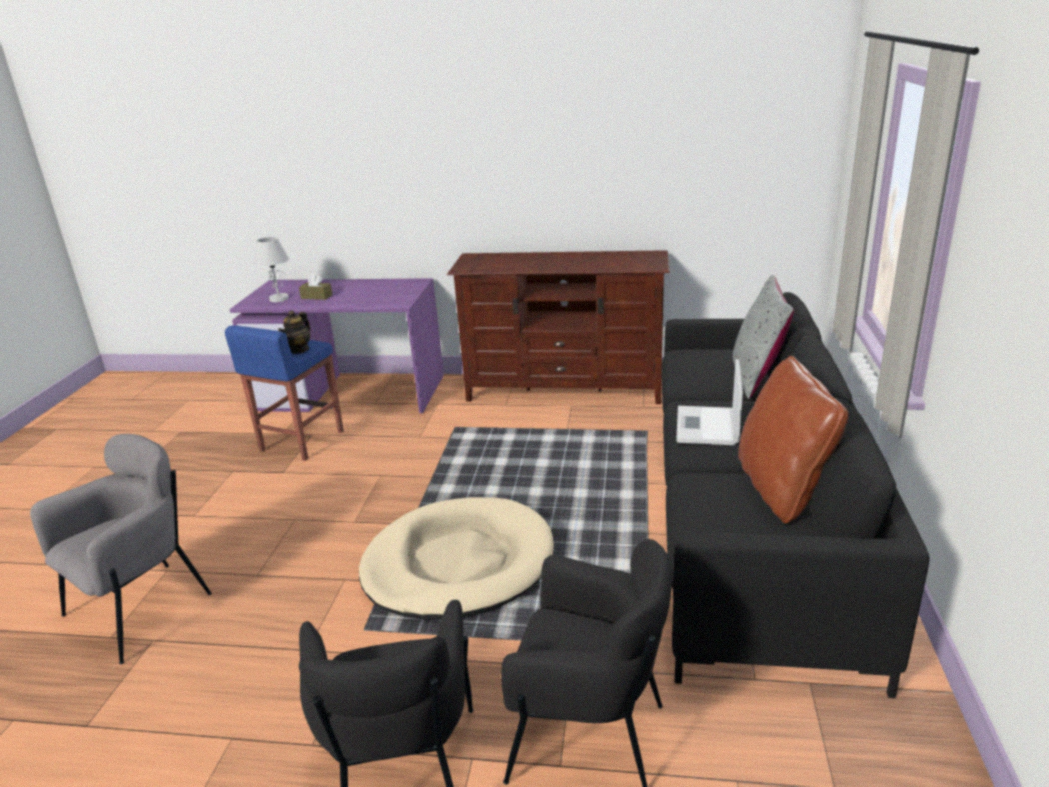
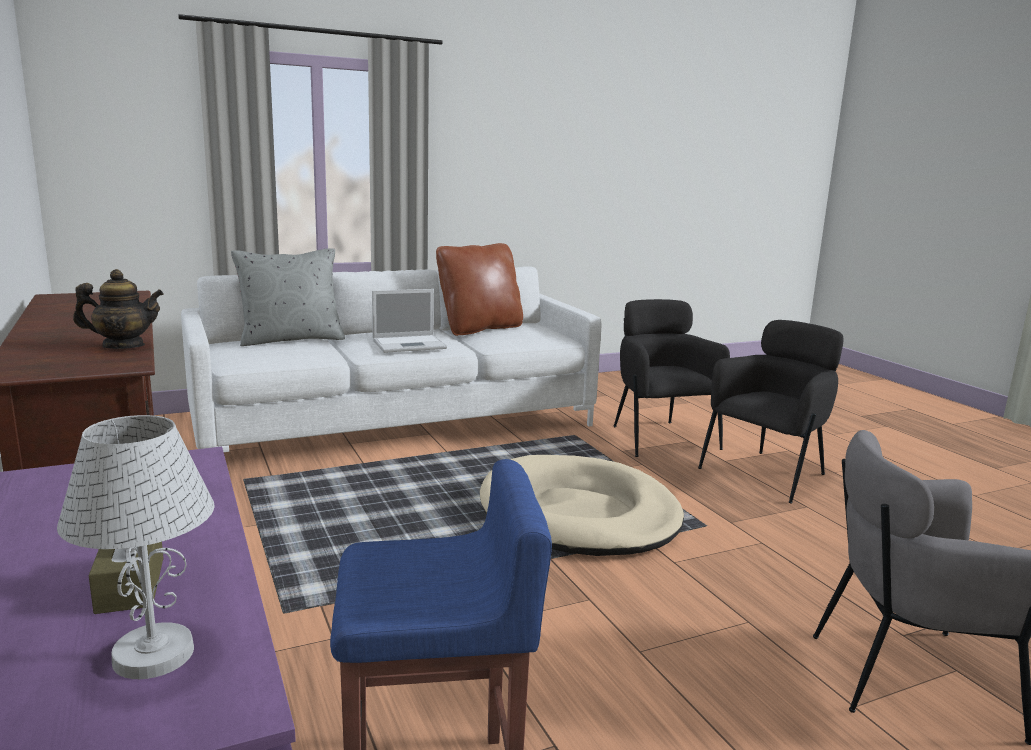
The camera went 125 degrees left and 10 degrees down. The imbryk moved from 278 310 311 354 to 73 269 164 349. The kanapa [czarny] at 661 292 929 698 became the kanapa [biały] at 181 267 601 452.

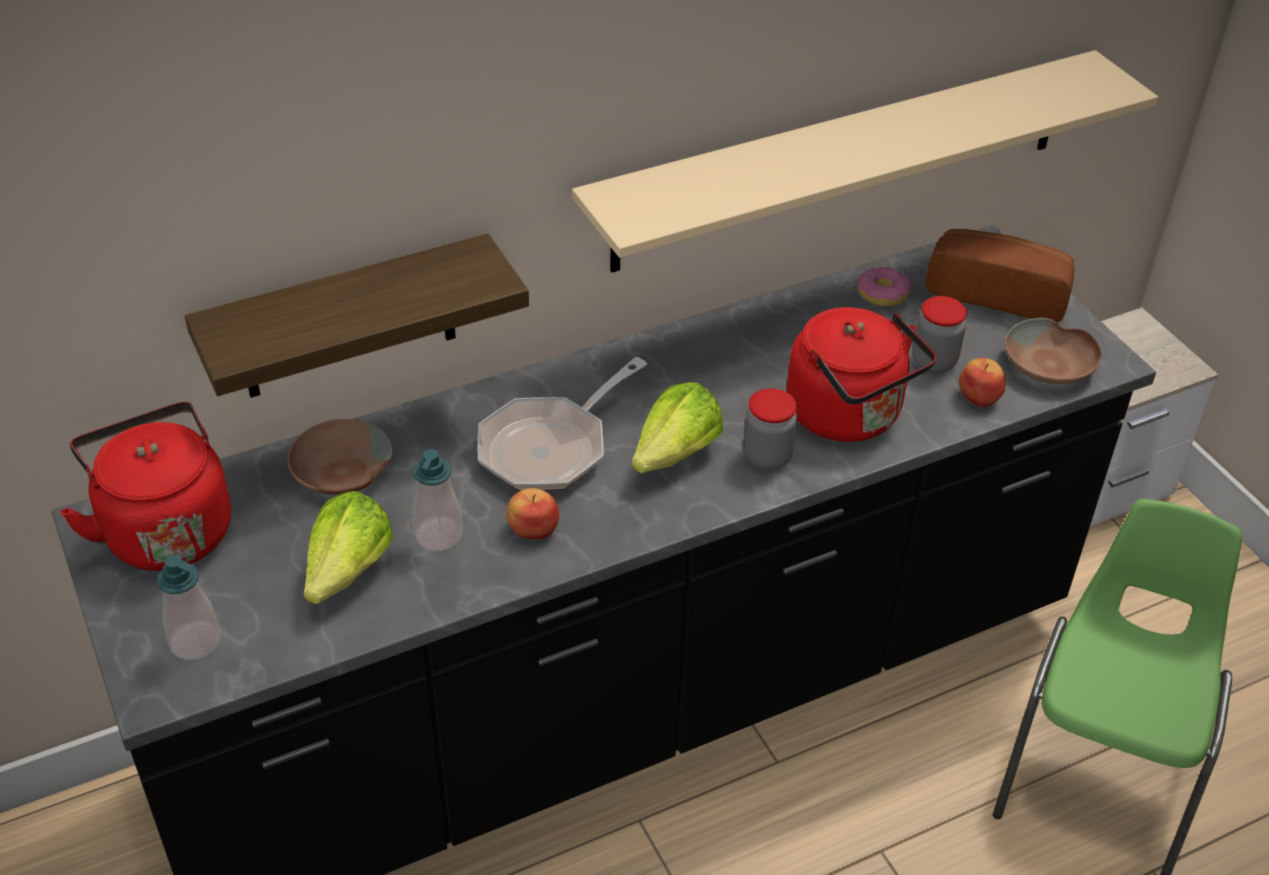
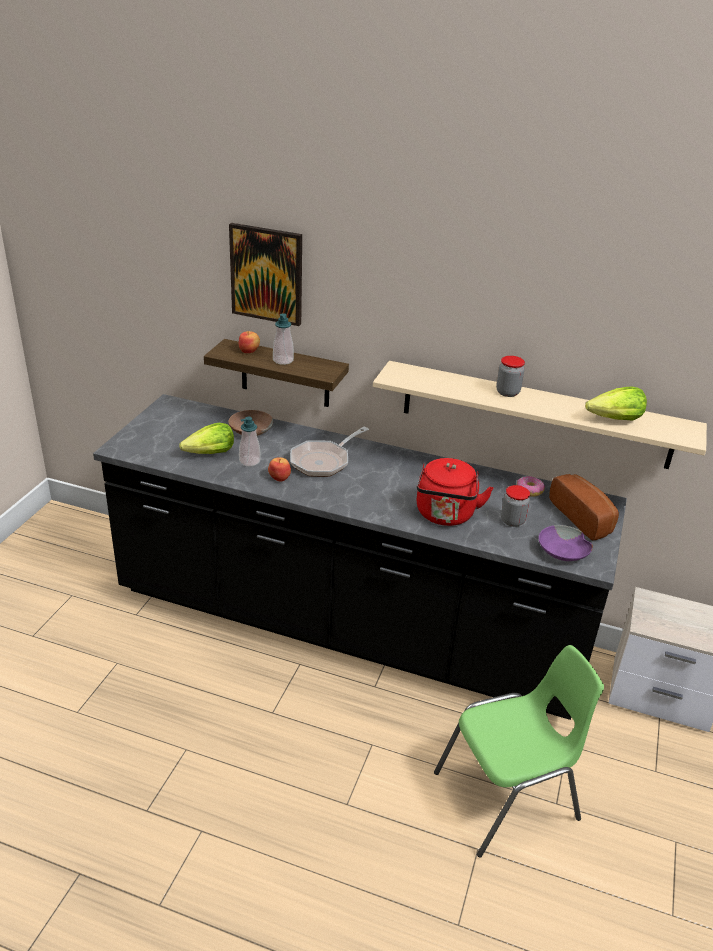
The camera went 45 degrees right and 10 degrees down. The obraz at 229 223 302 326 appeared. The jabłko moved from 959 358 1006 407 to 239 331 260 353. The dozownik mydła moved from 157 555 221 660 to 273 313 294 365. The patelnia at 478 357 647 491 turned 45 degrees counterclockwise. The słoik moved from 743 388 797 470 to 496 356 525 397. The miska [brązowy] at 1005 318 1102 384 became the miska [fioletowy] at 539 525 593 561. The sałata moved from 631 382 723 473 to 585 387 647 420. The czajnik [czerwony] at 60 402 231 571 disappeared.

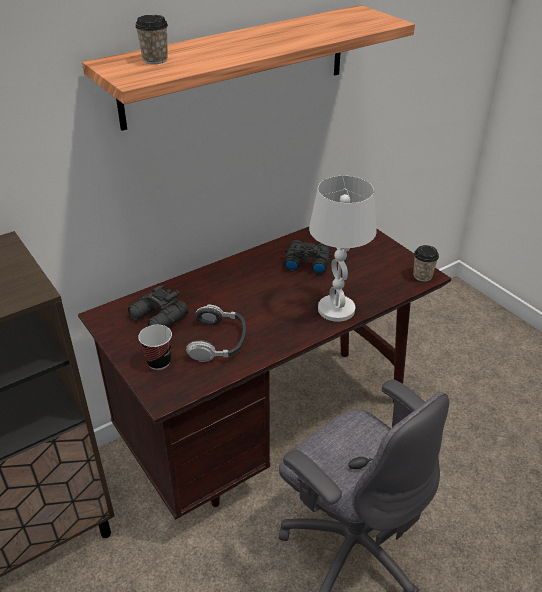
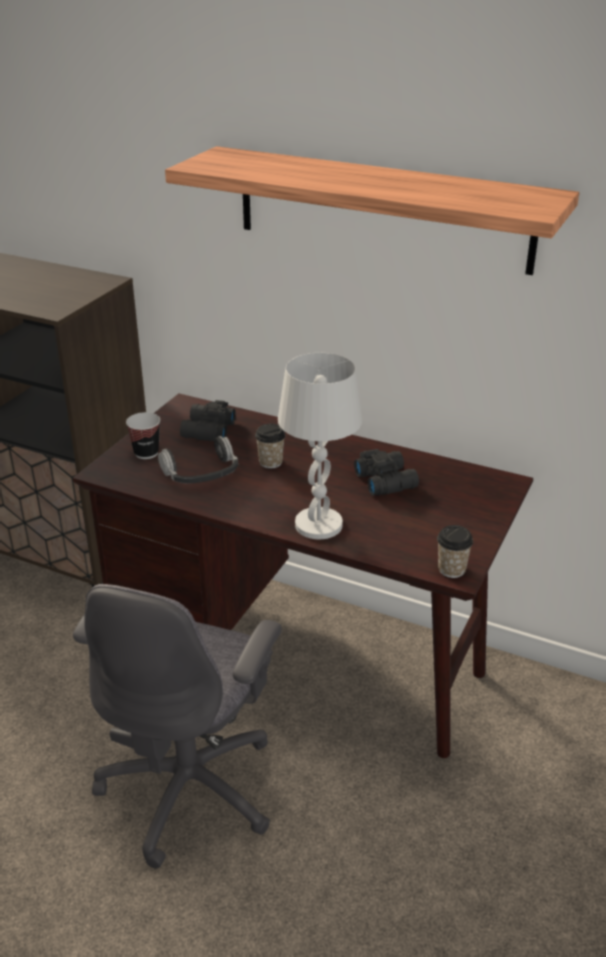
The camera went 60 degrees right and 5 degrees down. The filiżanka moved from 135 15 168 64 to 255 424 286 468.

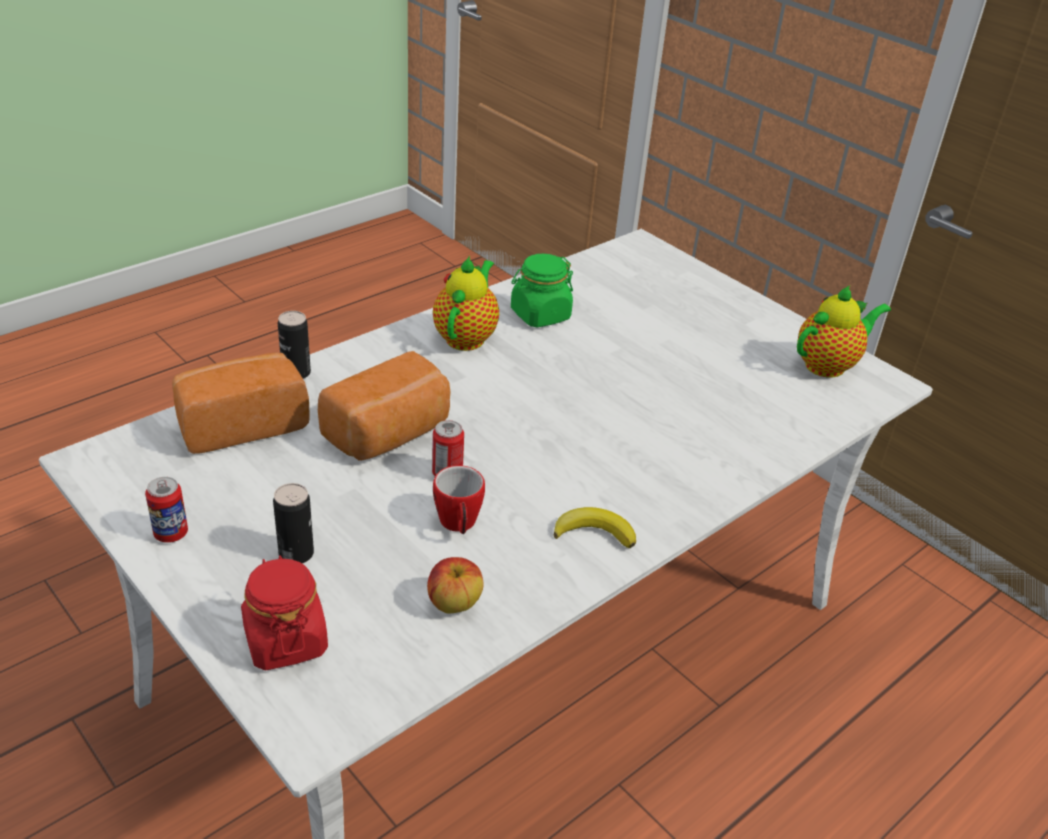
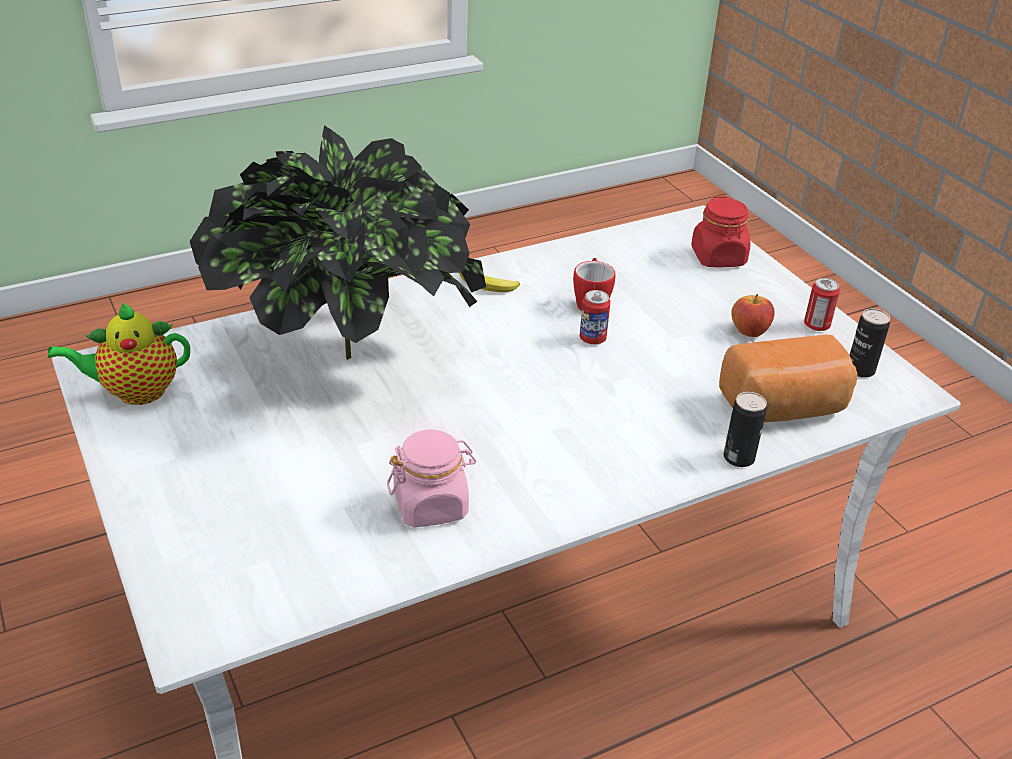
The camera went 165 degrees left and 0 degrees up. The roślina doniczkowa at 190 126 486 360 appeared. The słoik [zielony] at 511 254 573 327 became the słoik [różowy] at 387 429 476 528. The jabłko moved from 427 557 483 613 to 731 294 775 337. The puszka moved from 273 483 314 563 to 850 308 890 378. The chleb at 318 351 450 461 disappeared. The imbryk at 433 256 499 351 disappeared.

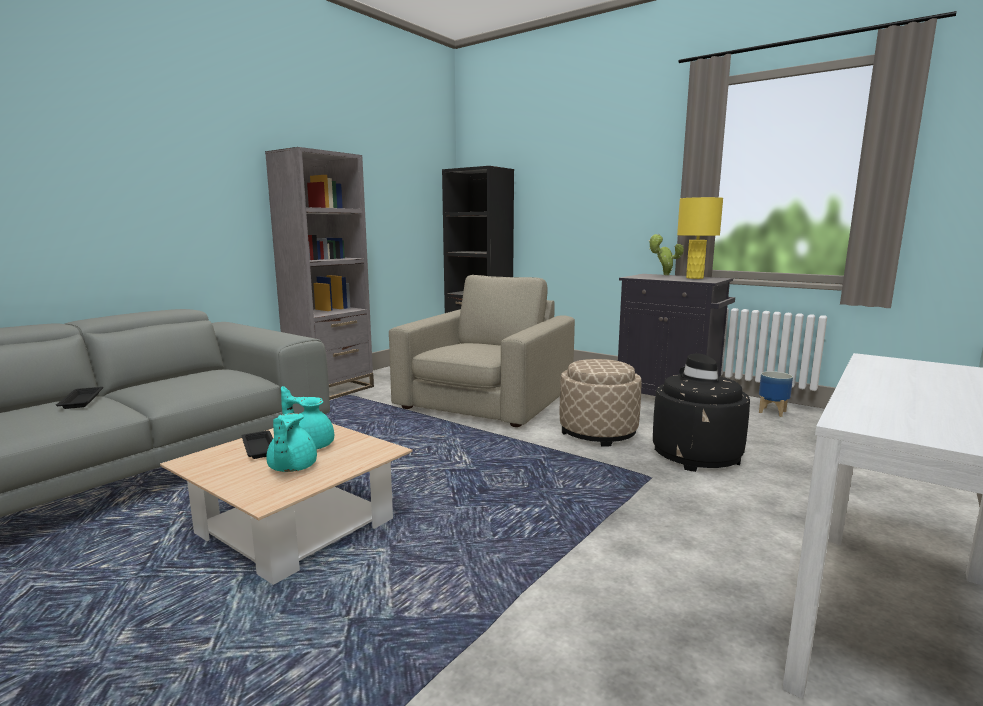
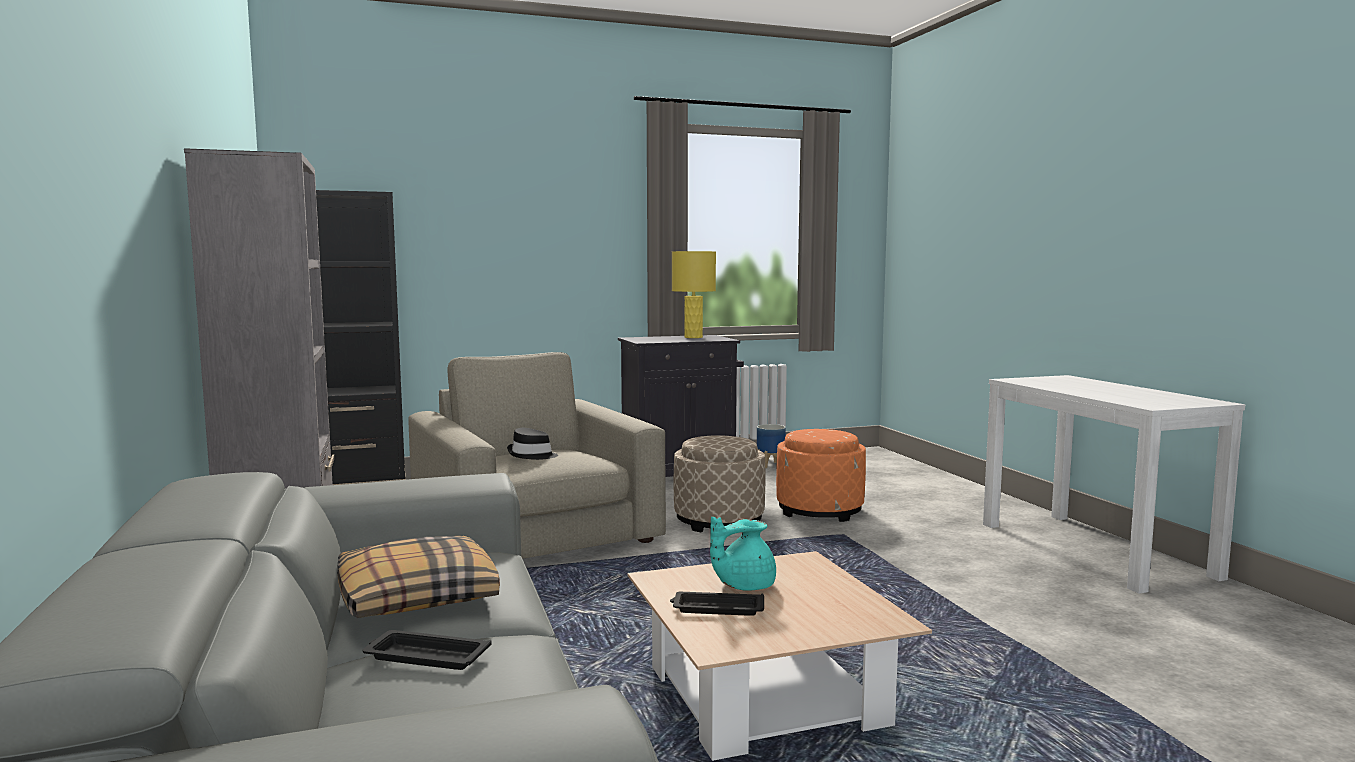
The camera went 55 degrees left and 5 degrees down. The poduszka at 337 536 500 618 appeared. The kapelusz [czarny] moved from 679 354 724 385 to 507 428 558 460. The pufa [czarny] at 653 374 750 472 became the pufa [pomarańczowy] at 776 429 866 522. The imbryk [turkusowy] at 266 413 317 472 disappeared. The roślina doniczkowa at 649 234 684 275 disappeared.

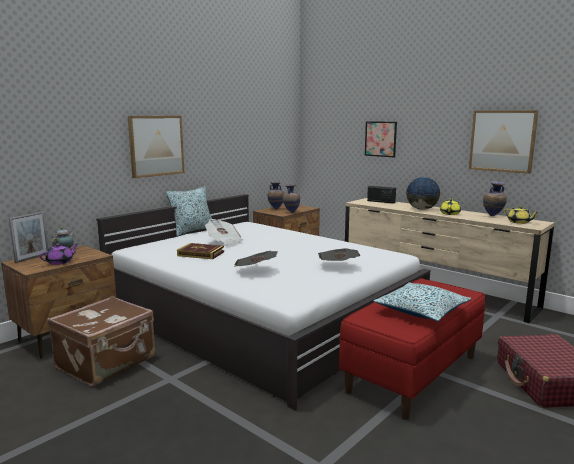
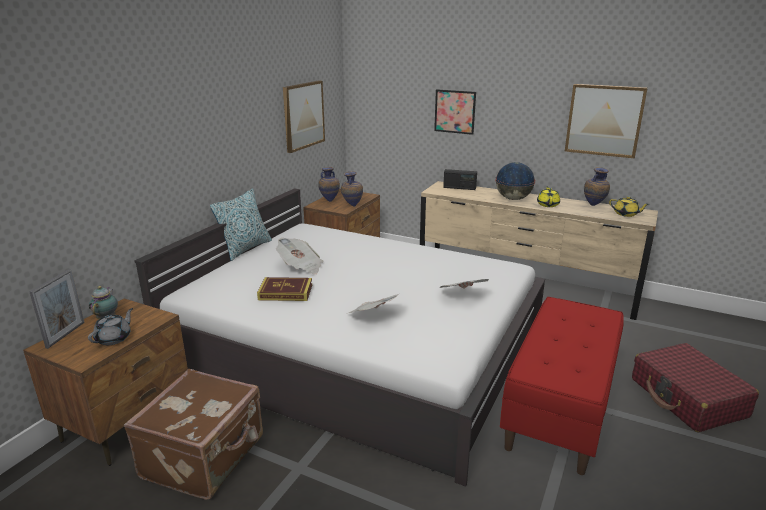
The camera went 15 degrees left and 10 degrees up. The imbryk [fioletowy] at 39 243 79 265 became the imbryk [szary] at 88 308 133 345. The obraz moved from 128 116 184 178 to 283 80 325 153. The poduszka at 374 282 471 322 disappeared.

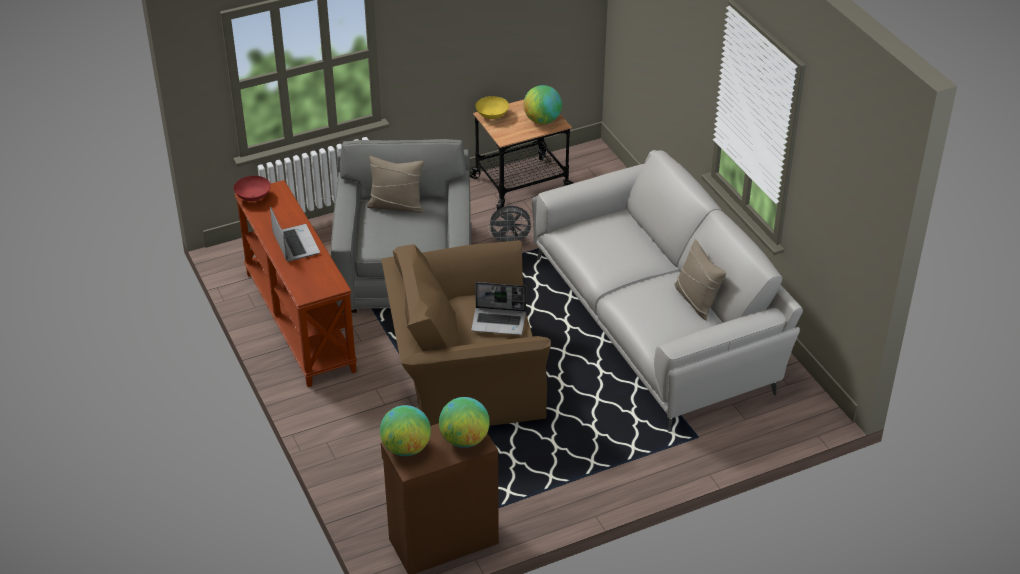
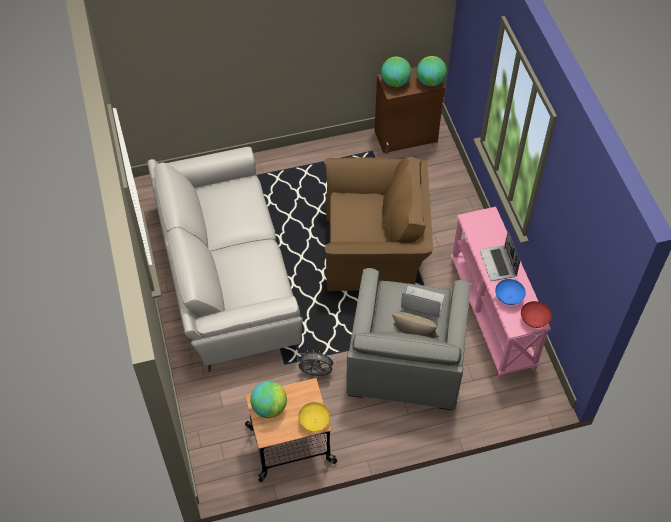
The camera went 170 degrees left and 15 degrees up. The laptop moved from 471 282 526 335 to 401 286 445 317. The stolik konsolowy [brązowy] at 234 180 357 387 became the stolik konsolowy [różowy] at 451 207 551 379. The miska [niebieski] at 495 279 526 305 appeared. The poduszka [beżowy] at 674 239 727 320 disappeared.

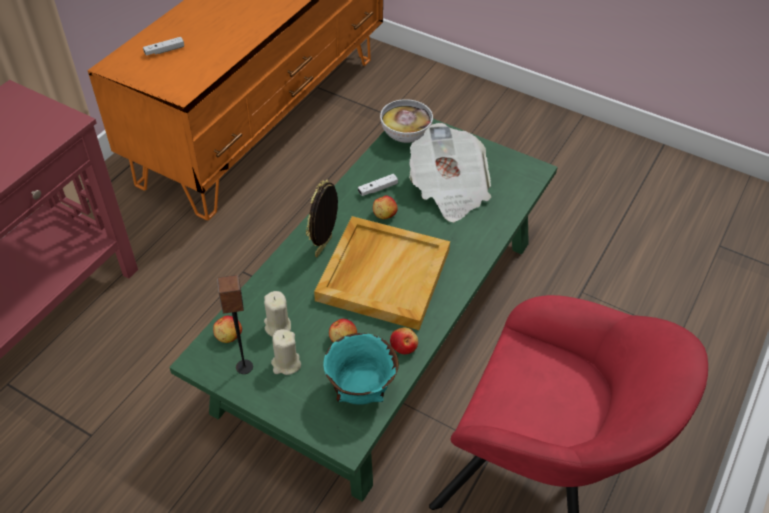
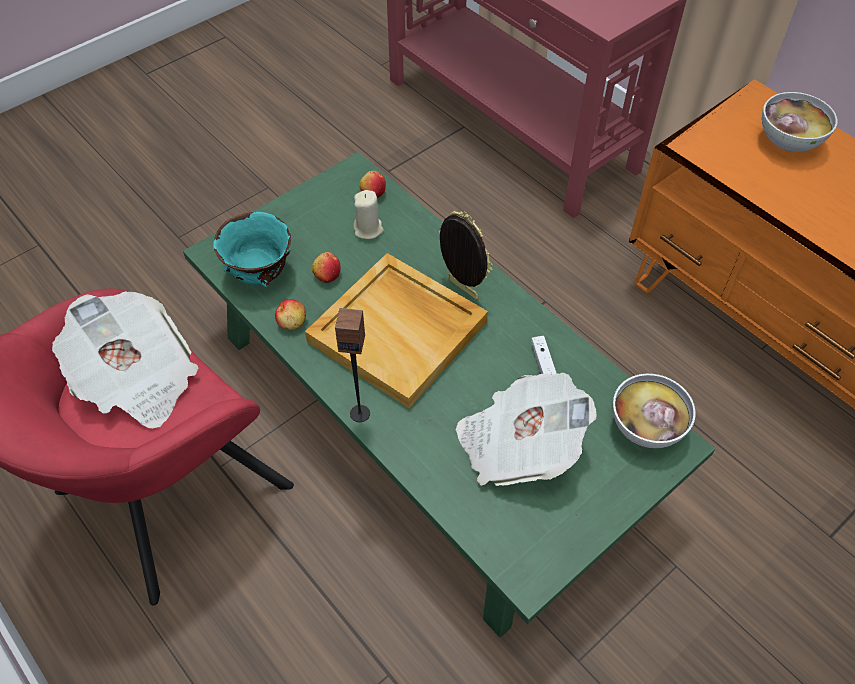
The camera went 110 degrees right and 5 degrees up. The gazeta at 52 291 199 429 appeared. The głośnik moved from 217 275 253 374 to 335 308 370 422. The pad do gier [biały] at 143 37 184 55 was replaced by the miska at 762 92 838 152. The świeca [beżowy] at 271 329 301 375 disappeared. The jabłko at 373 196 398 219 disappeared.

